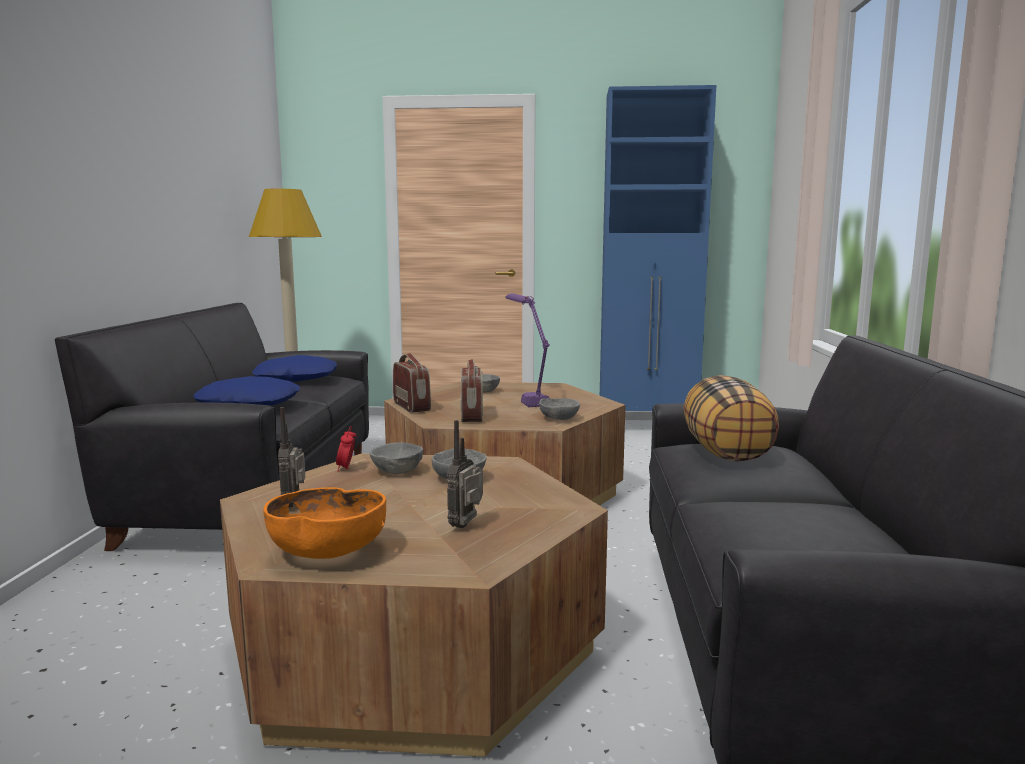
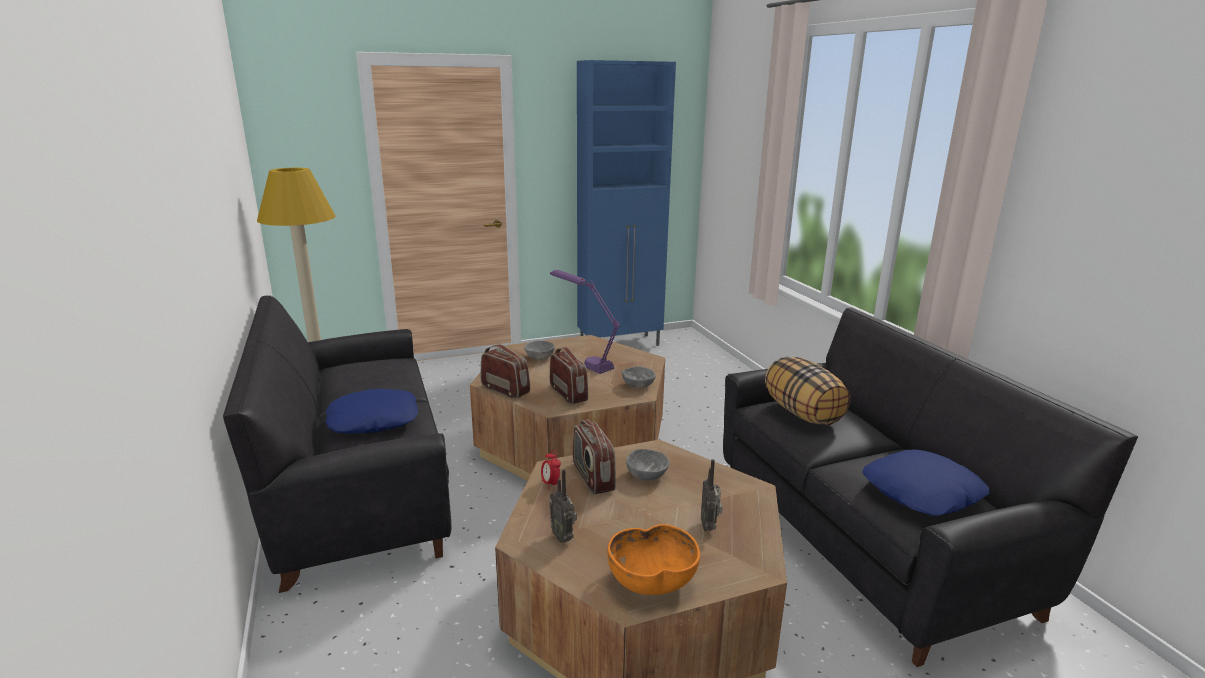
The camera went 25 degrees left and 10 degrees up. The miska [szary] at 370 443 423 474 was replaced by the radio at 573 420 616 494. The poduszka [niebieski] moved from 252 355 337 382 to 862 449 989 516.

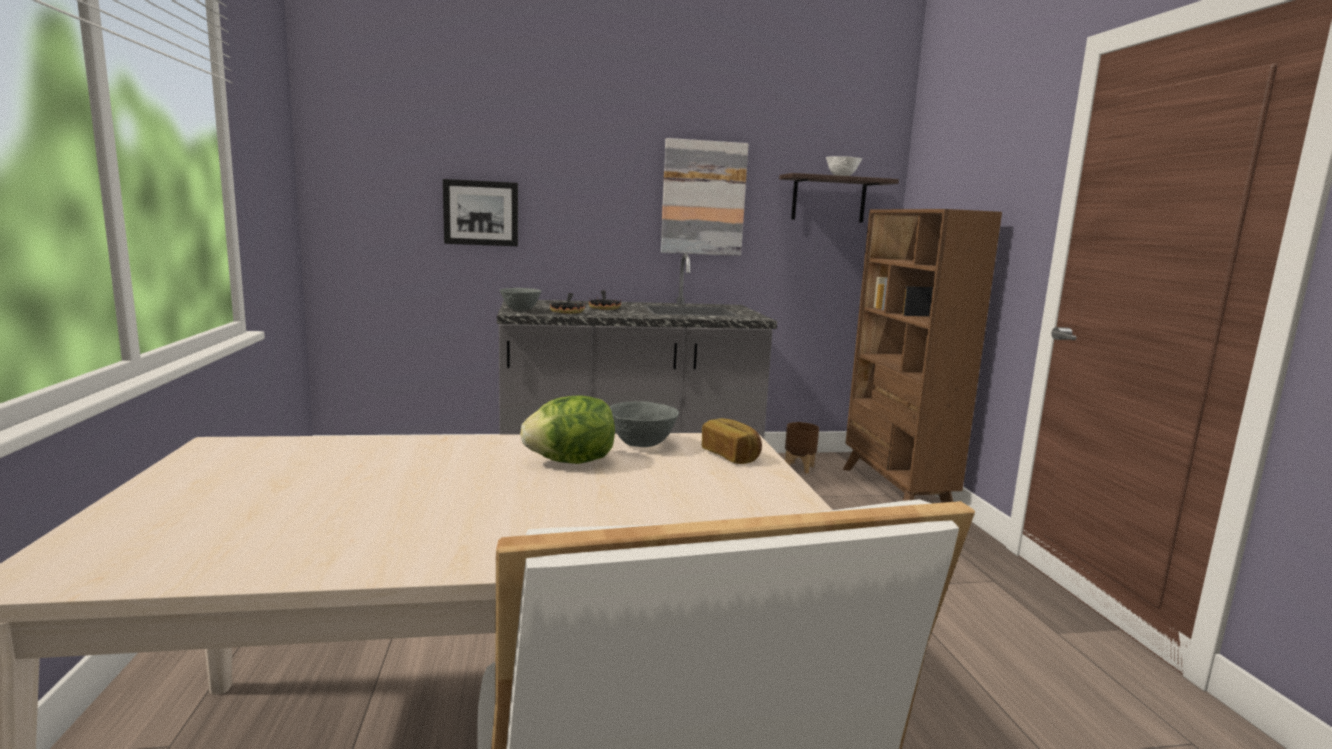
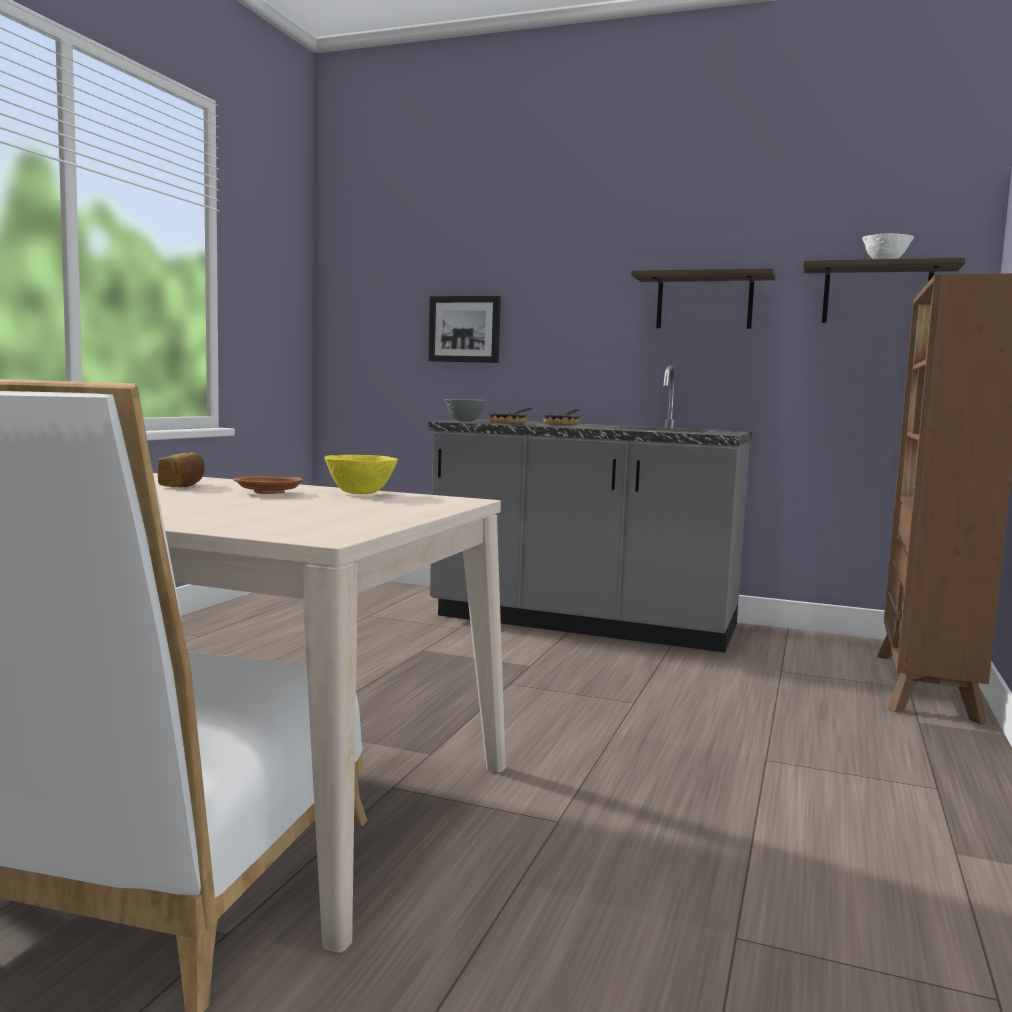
The camera went 30 degrees right and 5 degrees down. The chleb moved from 702 418 762 464 to 158 452 205 487. The sałata at 520 395 615 464 was replaced by the talerz [brązowy] at 234 476 303 494. The miska [szary] at 609 401 679 447 became the miska [żółty] at 325 455 398 494. The obraz at 661 138 748 256 was replaced by the półka at 631 268 776 329. The donica [brązowy] at 785 422 819 473 disappeared.

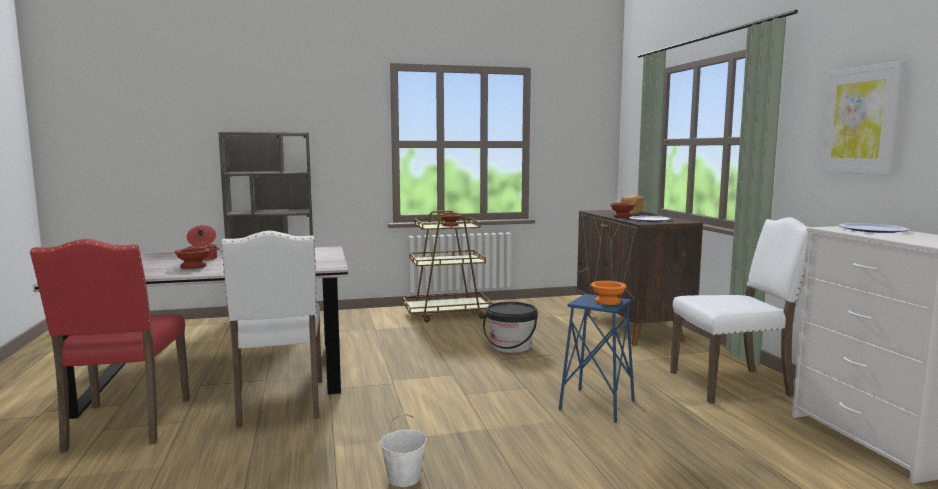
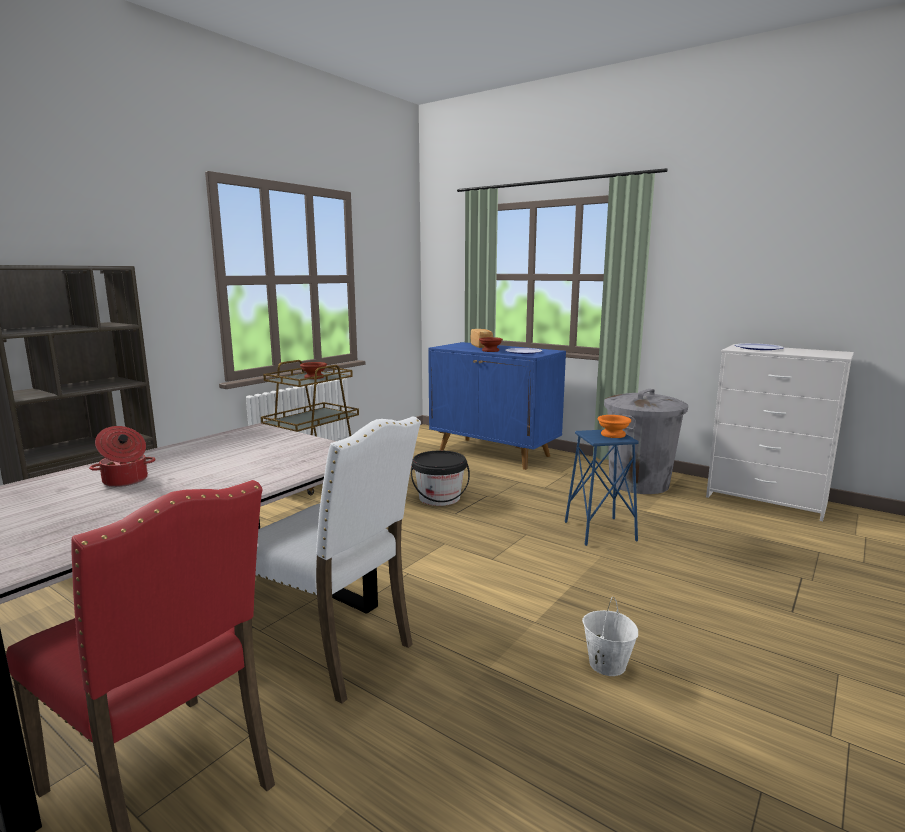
The camera went 40 degrees left and 5 degrees up. The szafka [brązowy] at 577 210 703 345 became the szafka [niebieski] at 428 342 566 470. The krzesło [biały] at 670 217 808 404 was replaced by the kosz na śmieci [szary] at 604 389 688 494. The miska [brązowy] at 175 247 210 269 disappeared. The obraz at 818 61 906 175 disappeared.

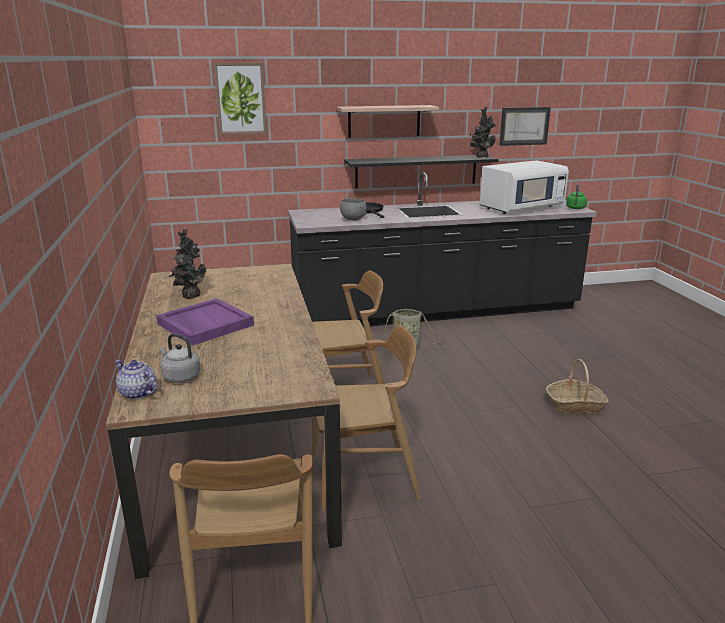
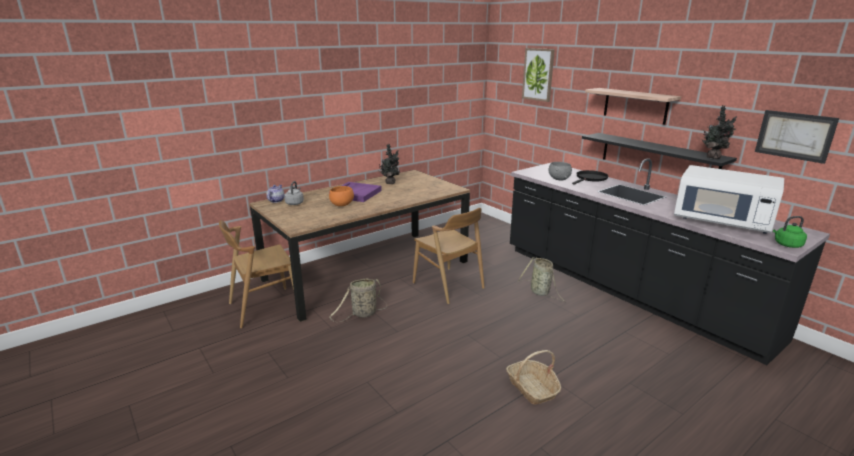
The camera went 65 degrees right and 0 degrees up. The miska [pomarańczowy] at 329 186 354 206 appeared. The krzesło [brązowy] at 312 326 421 511 was replaced by the koszyk at 329 279 387 322.

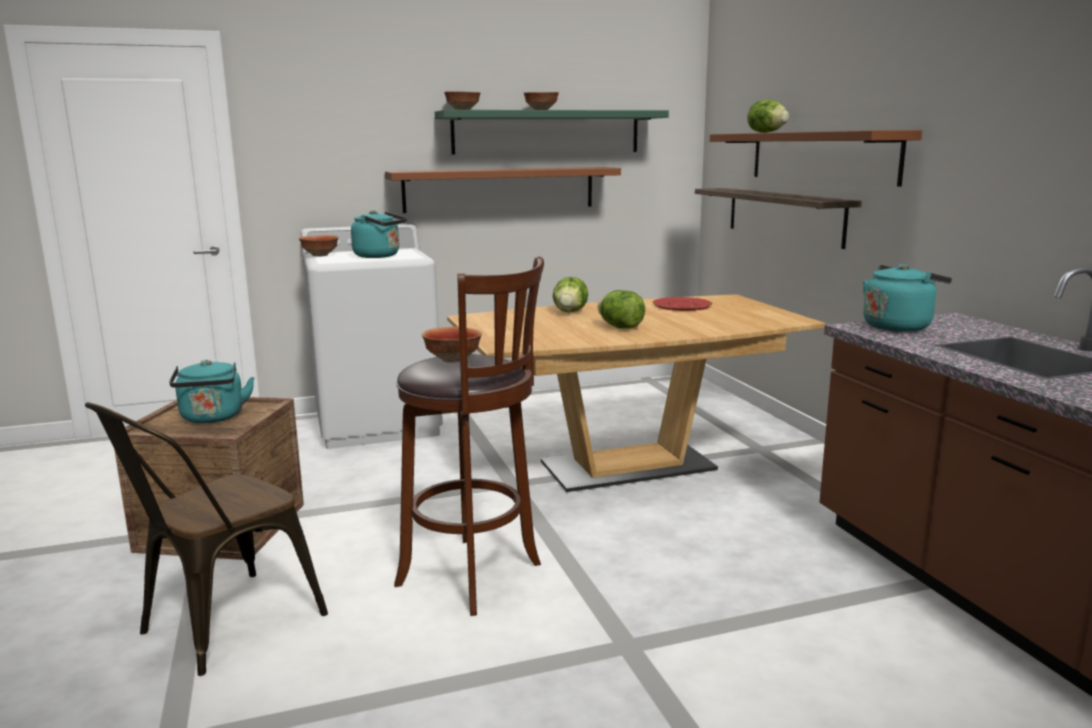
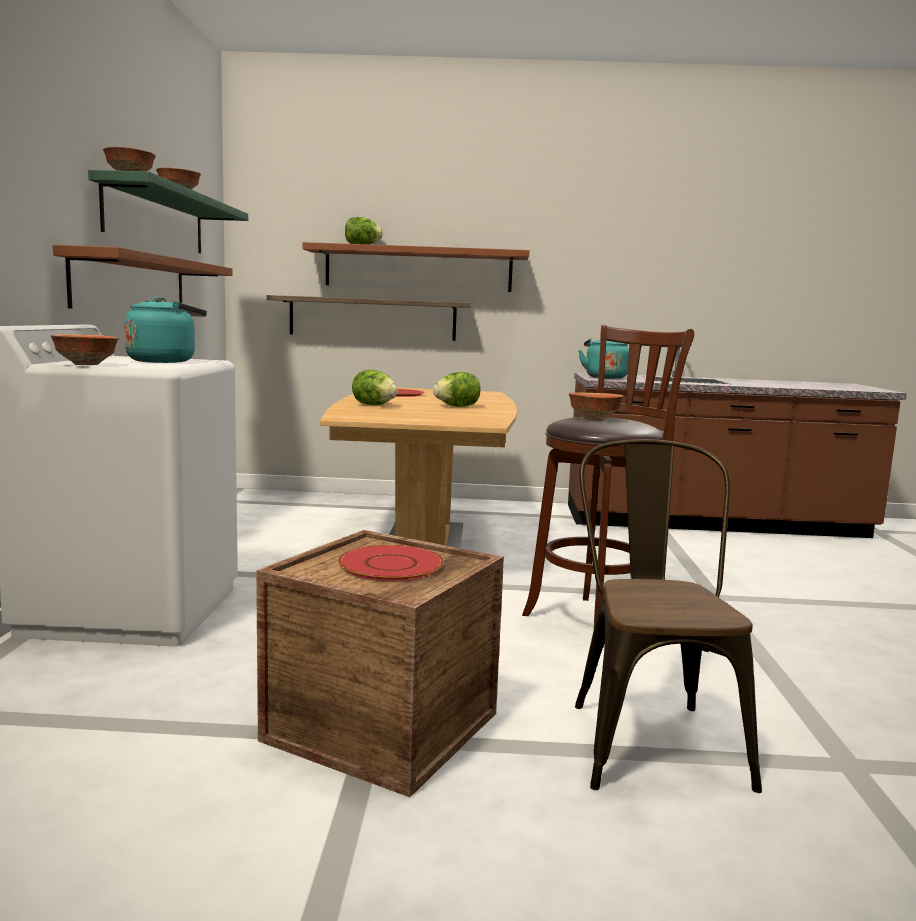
The camera went 70 degrees left and 5 degrees down. The czajnik [turkusowy] at 169 360 255 423 was replaced by the talerz [czerwony] at 338 545 444 581. The krzesło [brązowy] at 85 402 328 676 turned 150 degrees counterclockwise.

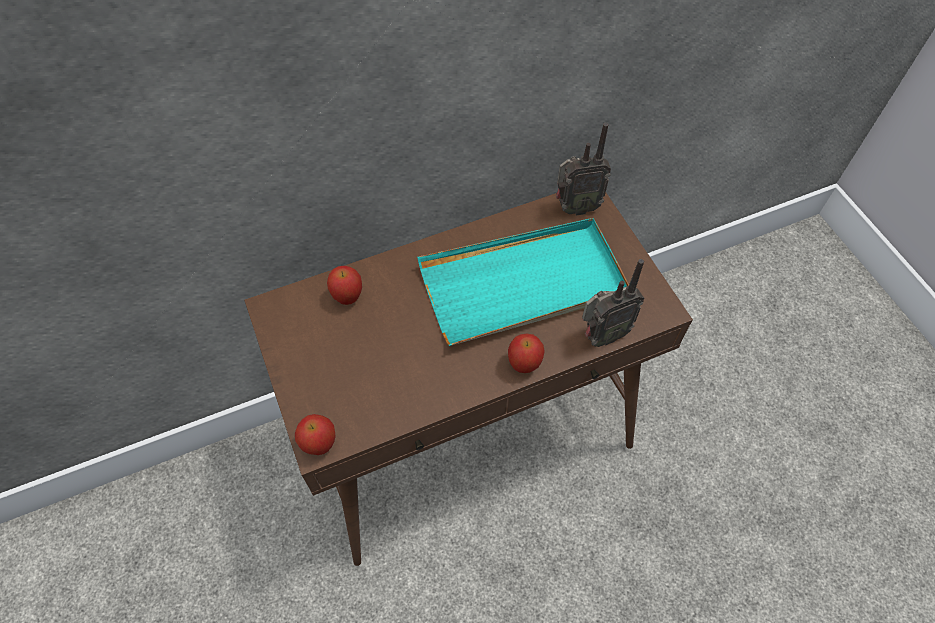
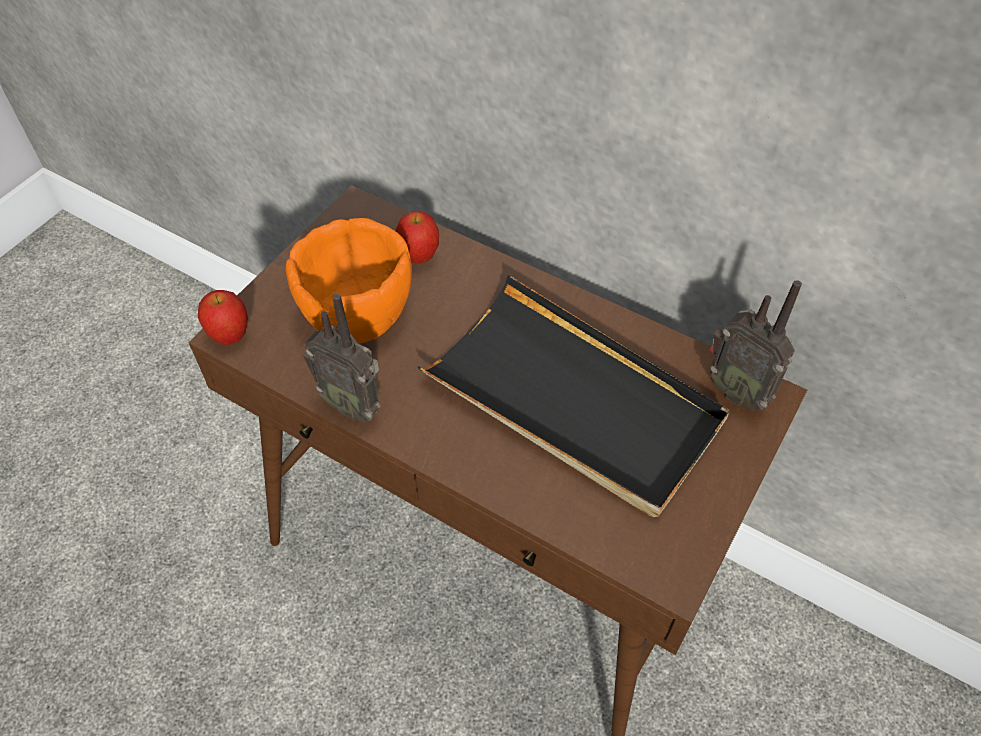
The camera went 55 degrees right and 5 degrees down. The miska [pomarańczowy] at 286 218 412 343 appeared. The radio moved from 582 259 645 347 to 303 294 381 422. The taca [turkusowy] at 417 218 629 346 became the taca [czarny] at 417 275 730 517. The jabłko at 508 334 545 373 disappeared.

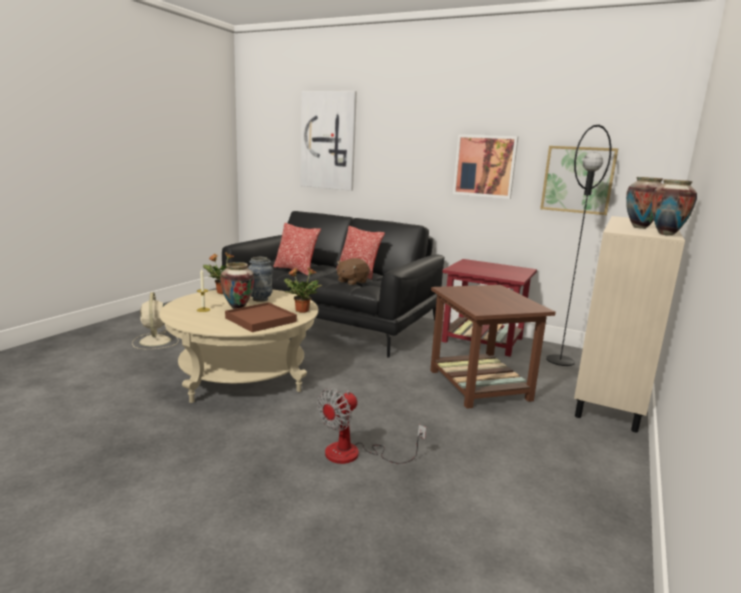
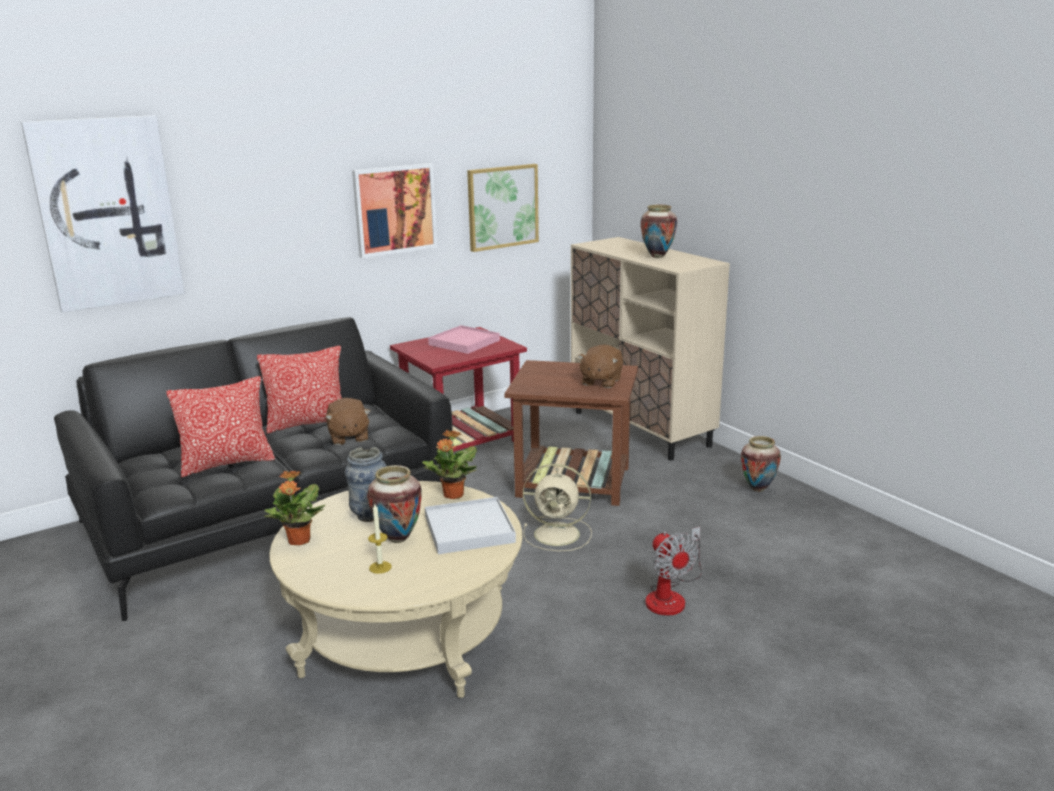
The camera went 60 degrees left and 5 degrees up. The taca [brązowy] at 225 302 297 332 became the taca [biały] at 425 497 516 554. The taca [różowy] at 428 325 500 354 appeared. The wentylator [beżowy] moved from 132 292 178 349 to 523 464 592 551. The pluszak [brązowy] at 578 344 623 388 appeared. The wazon moved from 652 179 697 236 to 741 436 781 492. The lampa stojąca [czarny] at 546 125 611 366 disappeared.

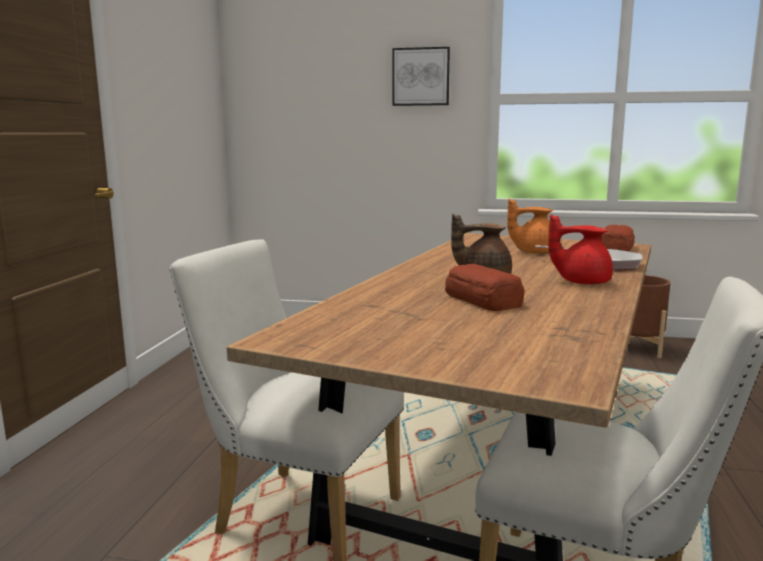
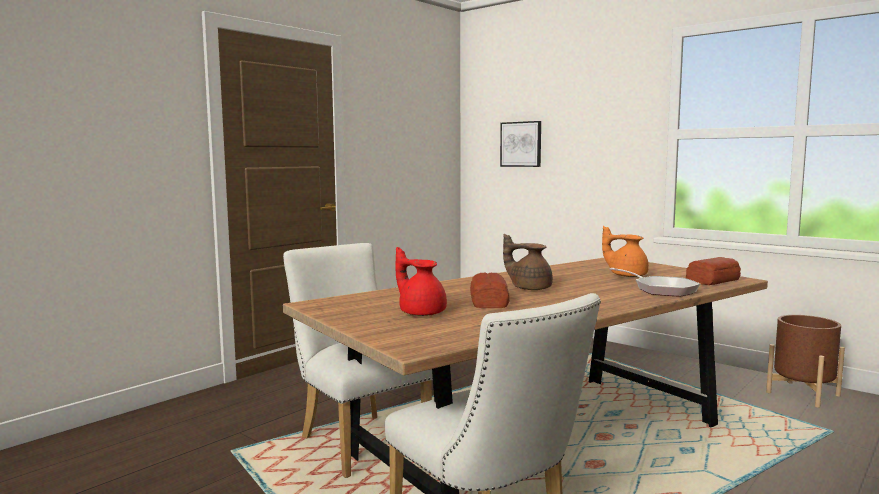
The camera went 30 degrees right and 5 degrees down. The imbryk [czerwony] moved from 548 214 613 285 to 395 247 447 316. The obraz moved from 392 47 450 106 to 500 121 541 167.

